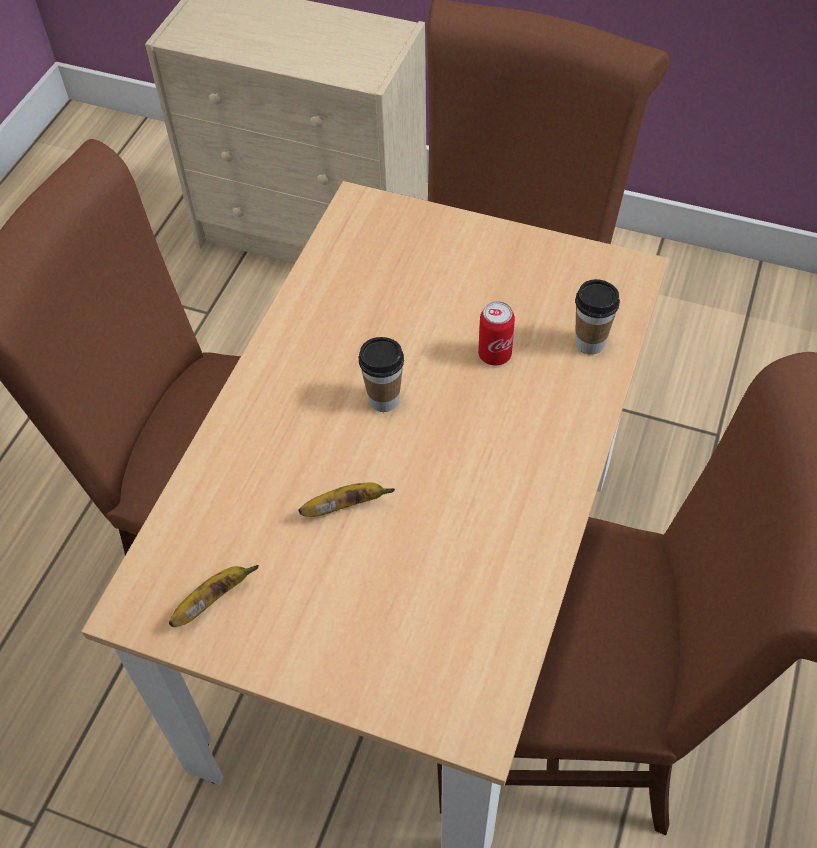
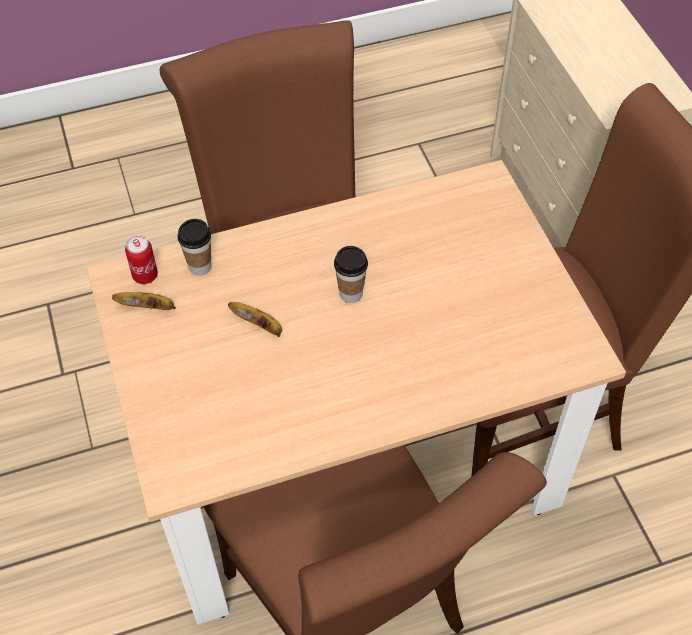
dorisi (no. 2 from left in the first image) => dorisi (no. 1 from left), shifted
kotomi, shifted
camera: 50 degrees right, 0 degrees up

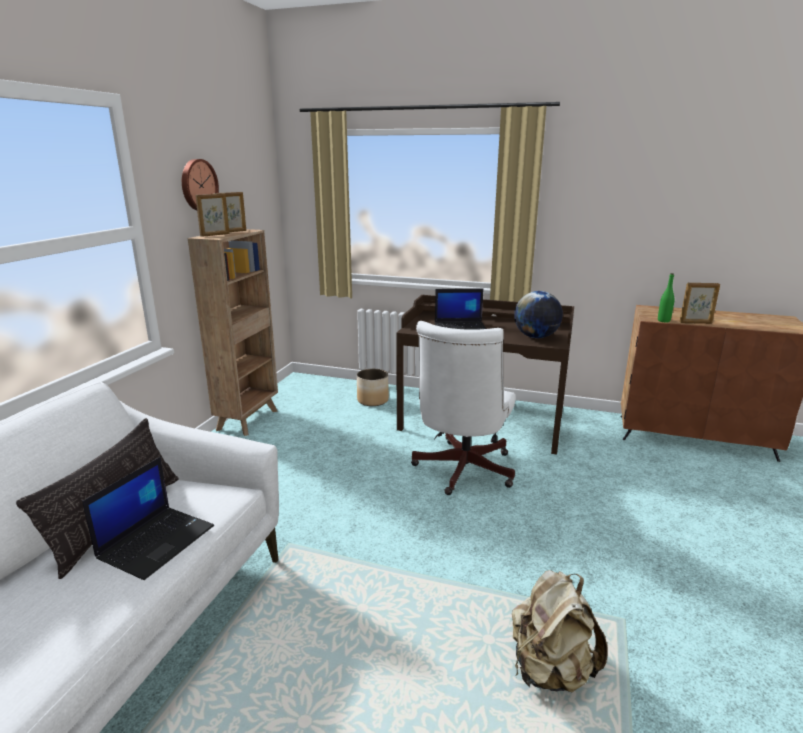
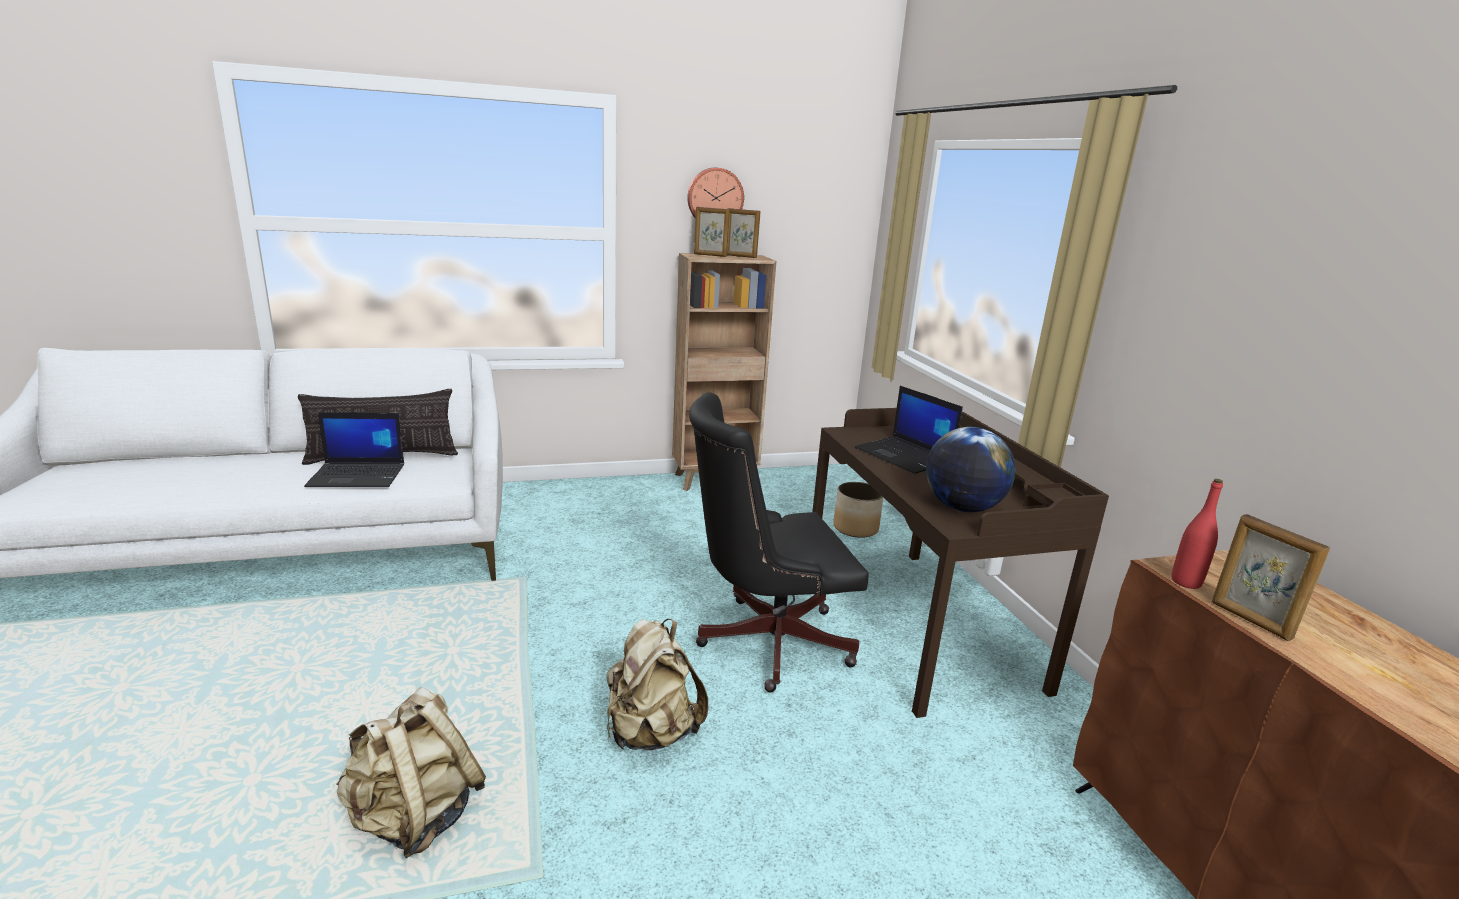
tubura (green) => tubura (red)
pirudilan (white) => pirudilan (black)
nothing => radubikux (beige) (no. 2 from left)
camera: 55 degrees right, 0 degrees up

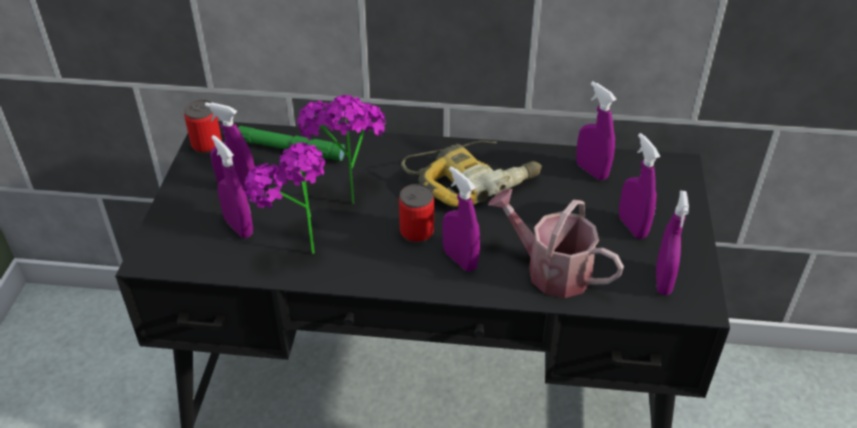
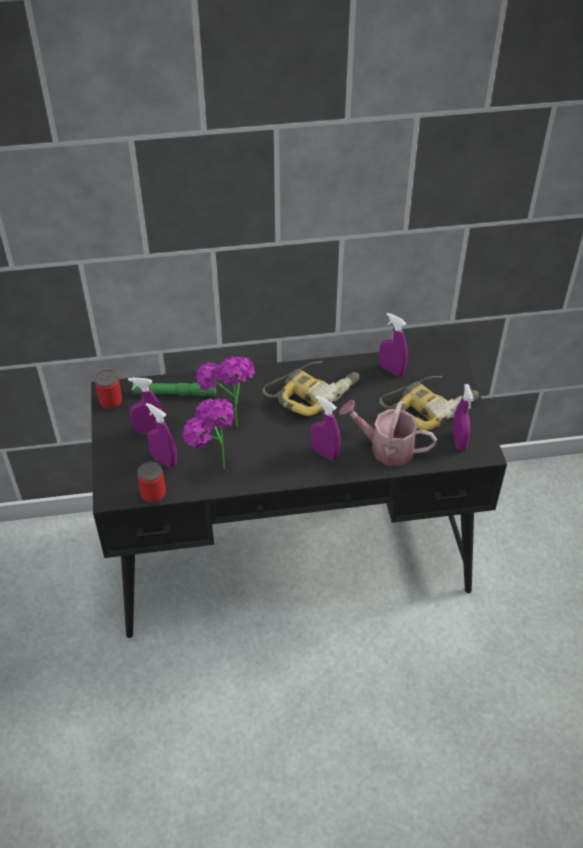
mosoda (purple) (no. 5 from left) => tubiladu (no. 2 from left)
kotomi (no. 2 from left), shifted
camera: 15 degrees left, 5 degrees up

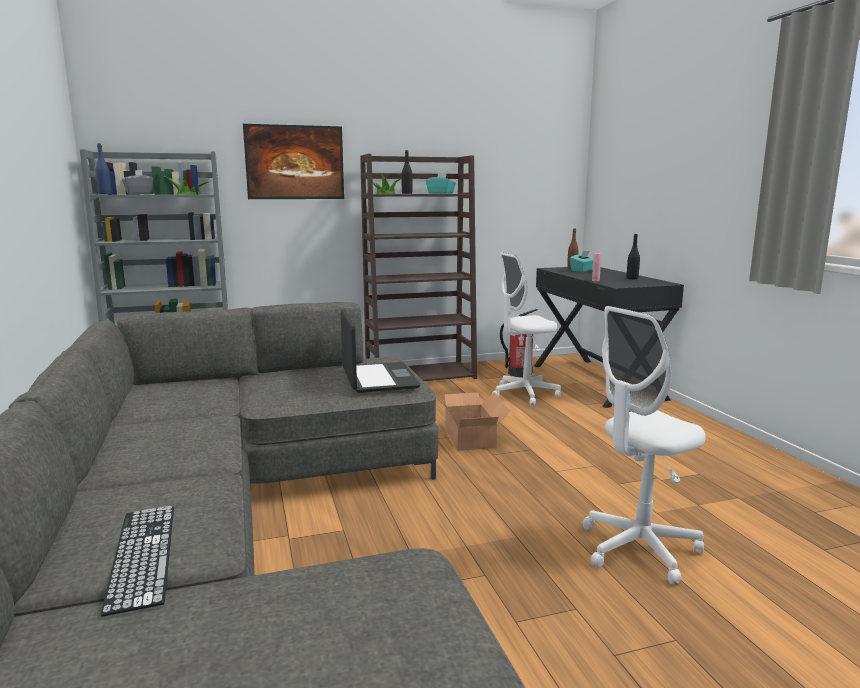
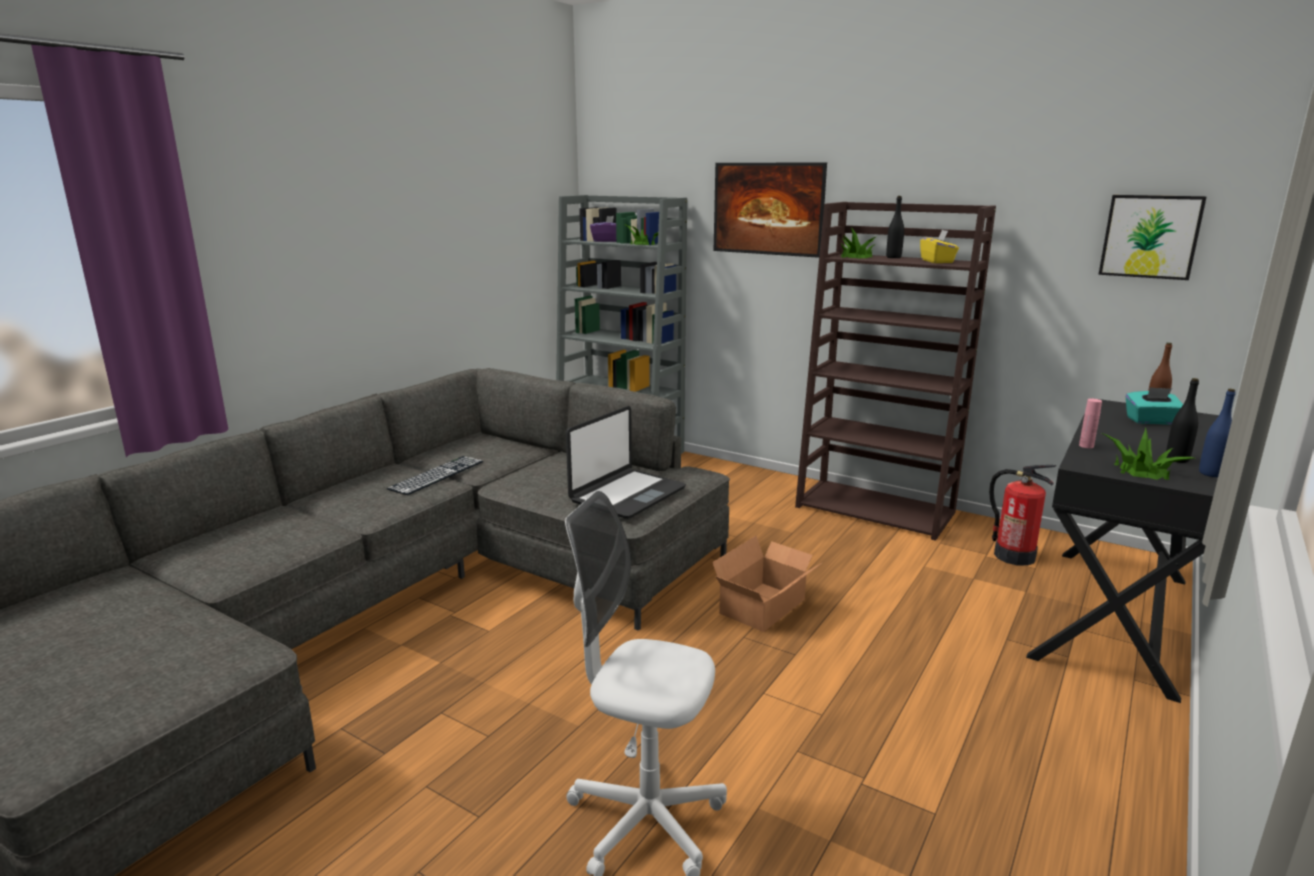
tubura (blue), shifted
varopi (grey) => varopi (purple)
varopi (turquoise) (no. 1 from left) => varopi (yellow)
pirudilan (white) (no. 1 from left) => nothing
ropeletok, shifted
nothing => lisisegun (no. 2 from left)
nothing => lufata (no. 3 from left)
camera: 50 degrees right, 5 degrees up

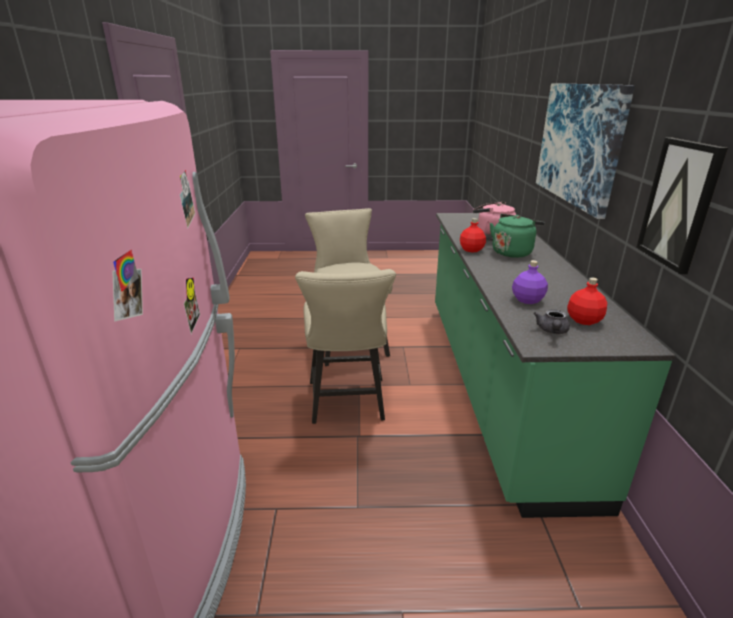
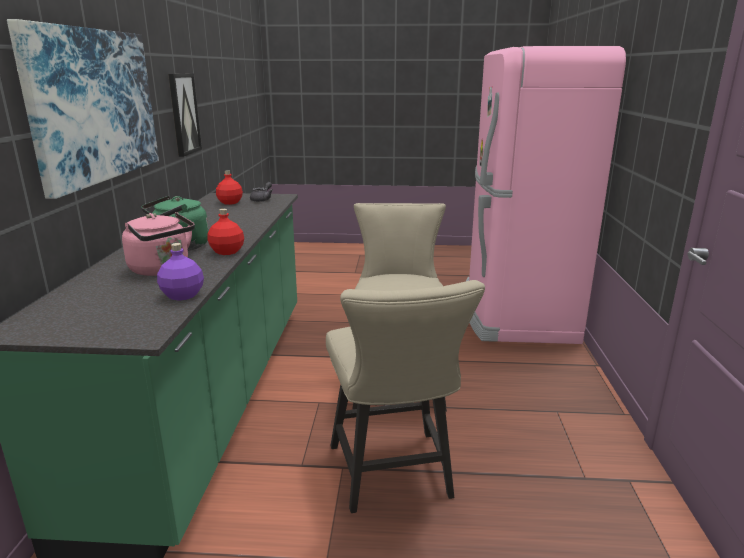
tubura (purple), shifted
camera: 175 degrees left, 5 degrees down

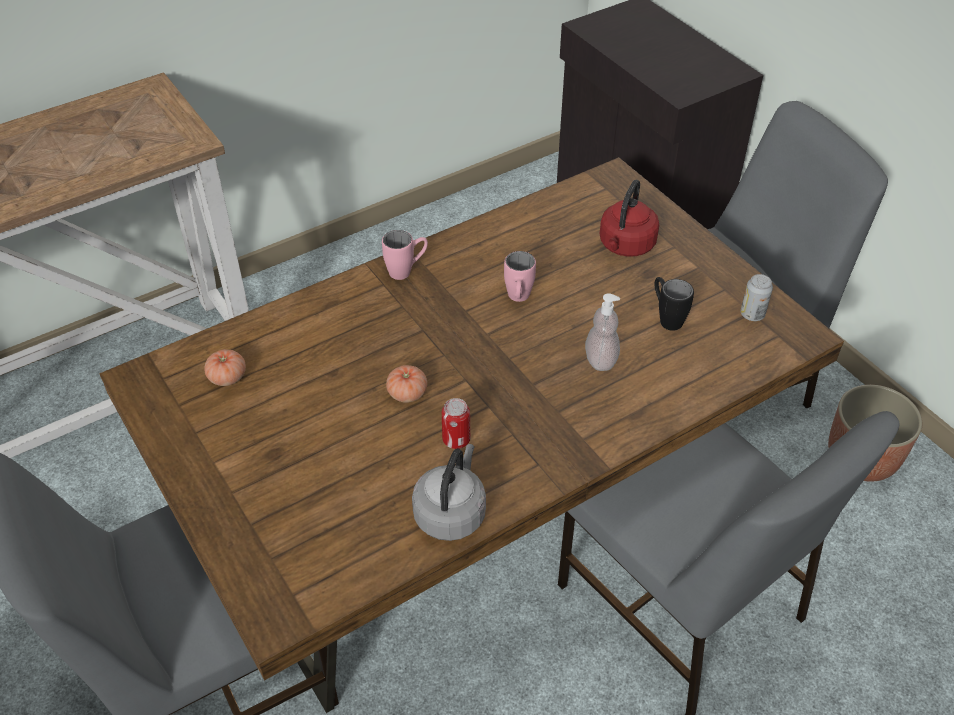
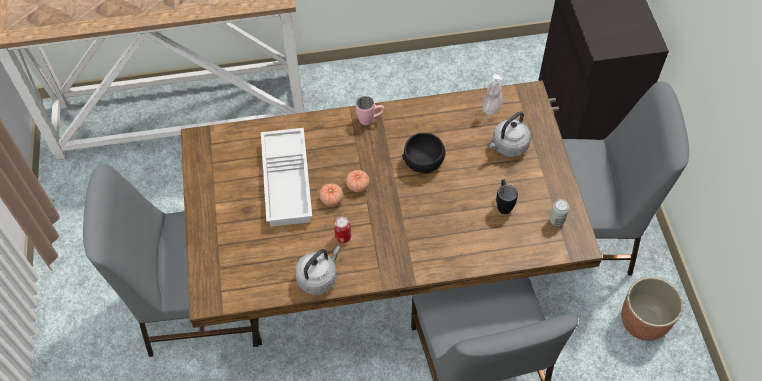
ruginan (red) => ruginan (grey) (no. 2 from left)
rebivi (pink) (no. 2 from left) => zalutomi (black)
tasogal, shifted
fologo (no. 1 from left in the first image) => fologo (no. 2 from left), shifted
nothing => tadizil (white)
camera: 25 degrees right, 10 degrees up

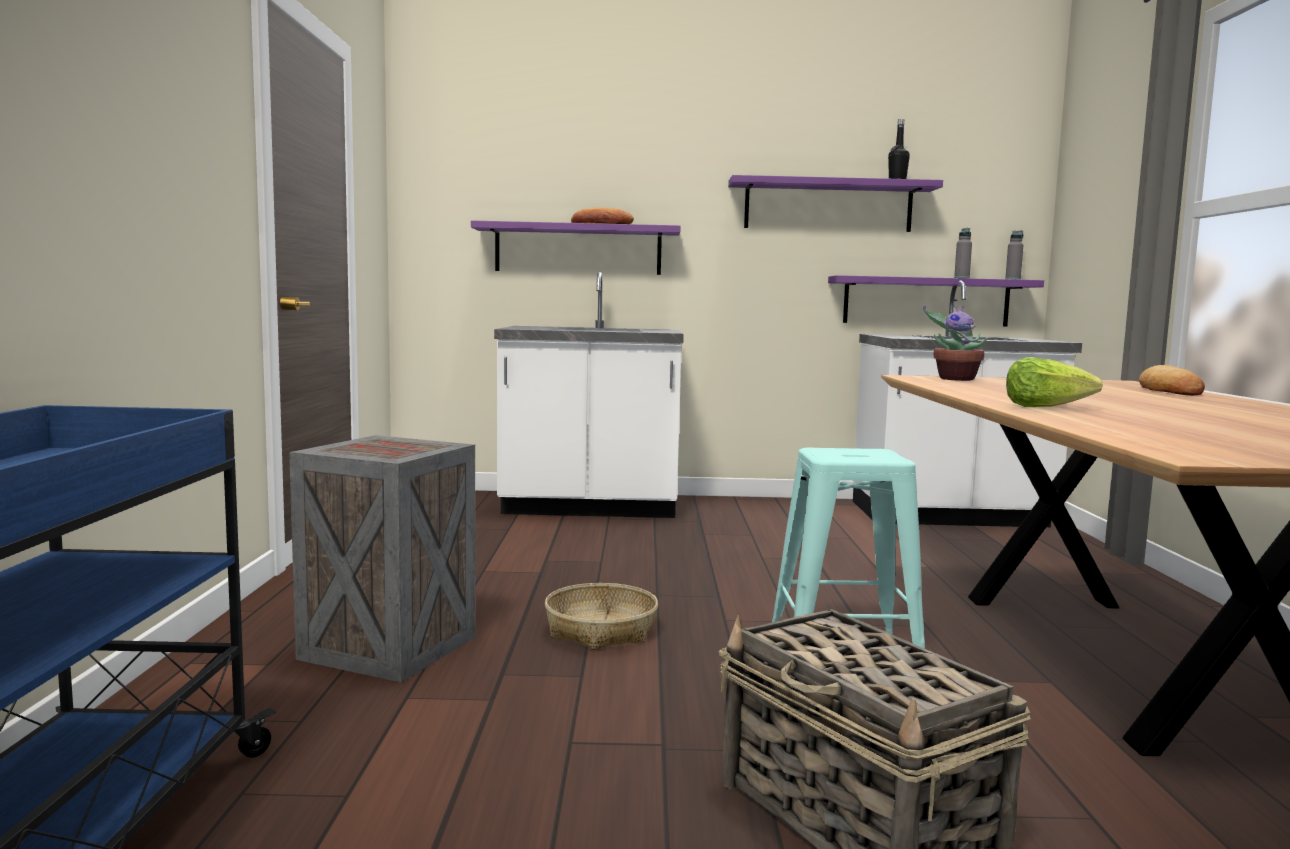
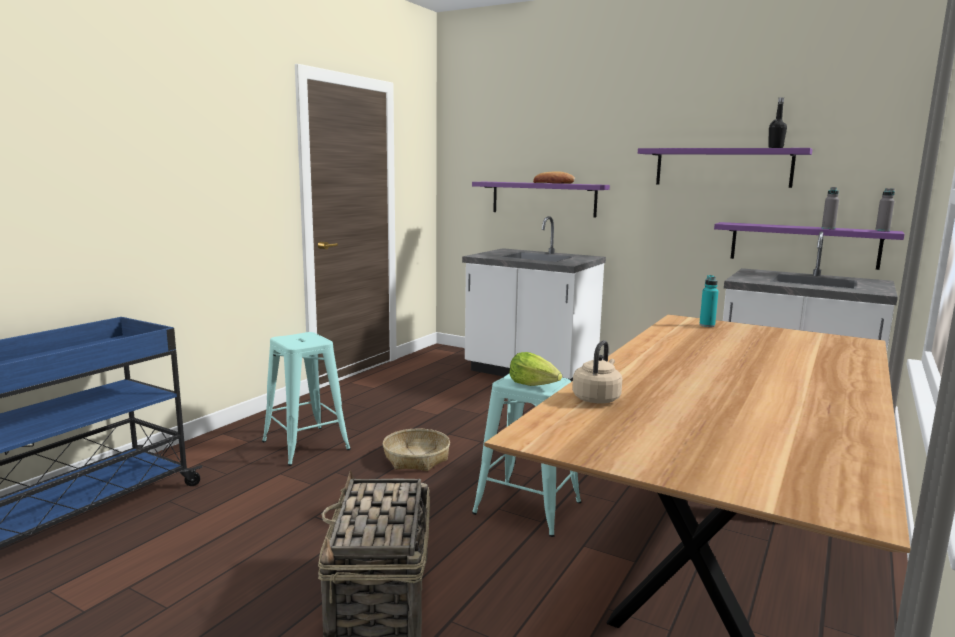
lufata => tubura (turquoise)
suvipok, shifted
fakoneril (no. 2 from left) => nothing
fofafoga => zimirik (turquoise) (no. 1 from left)
nothing => ruginan (beige)
camera: 30 degrees right, 5 degrees up

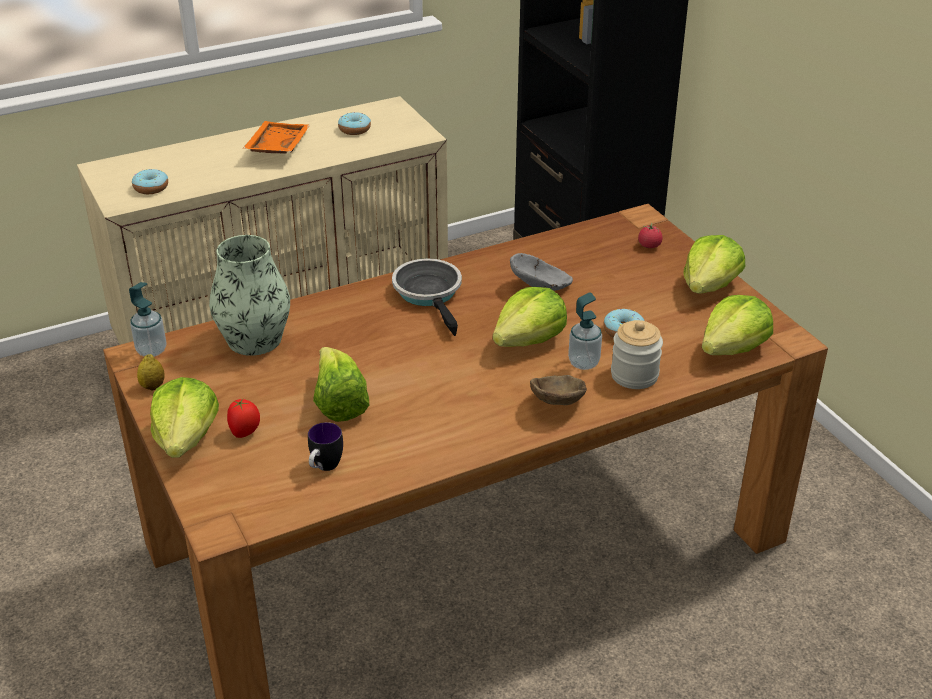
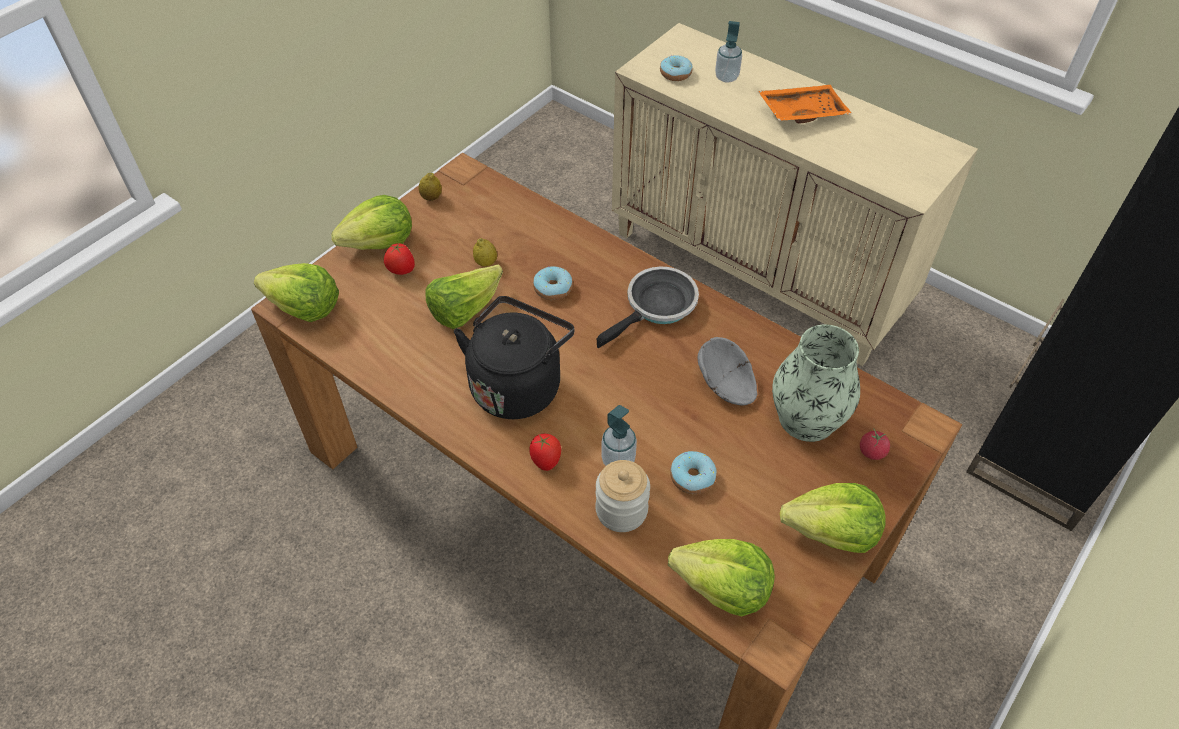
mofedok (no. 2 from left in the first image) => mofedok (no. 1 from left), shifted
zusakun, shifted
tasogal (no. 1 from left in the first image) => tasogal (no. 2 from left), shifted
suvipok (no. 3 from left in the first image) => suvipok (no. 1 from left), shifted
zalutomi (brown) => fologo (no. 2 from left)
rebivi => nothing
nothing => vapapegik (no. 2 from left)
nothing => ruginan (black)
camera: 65 degrees right, 15 degrees up

